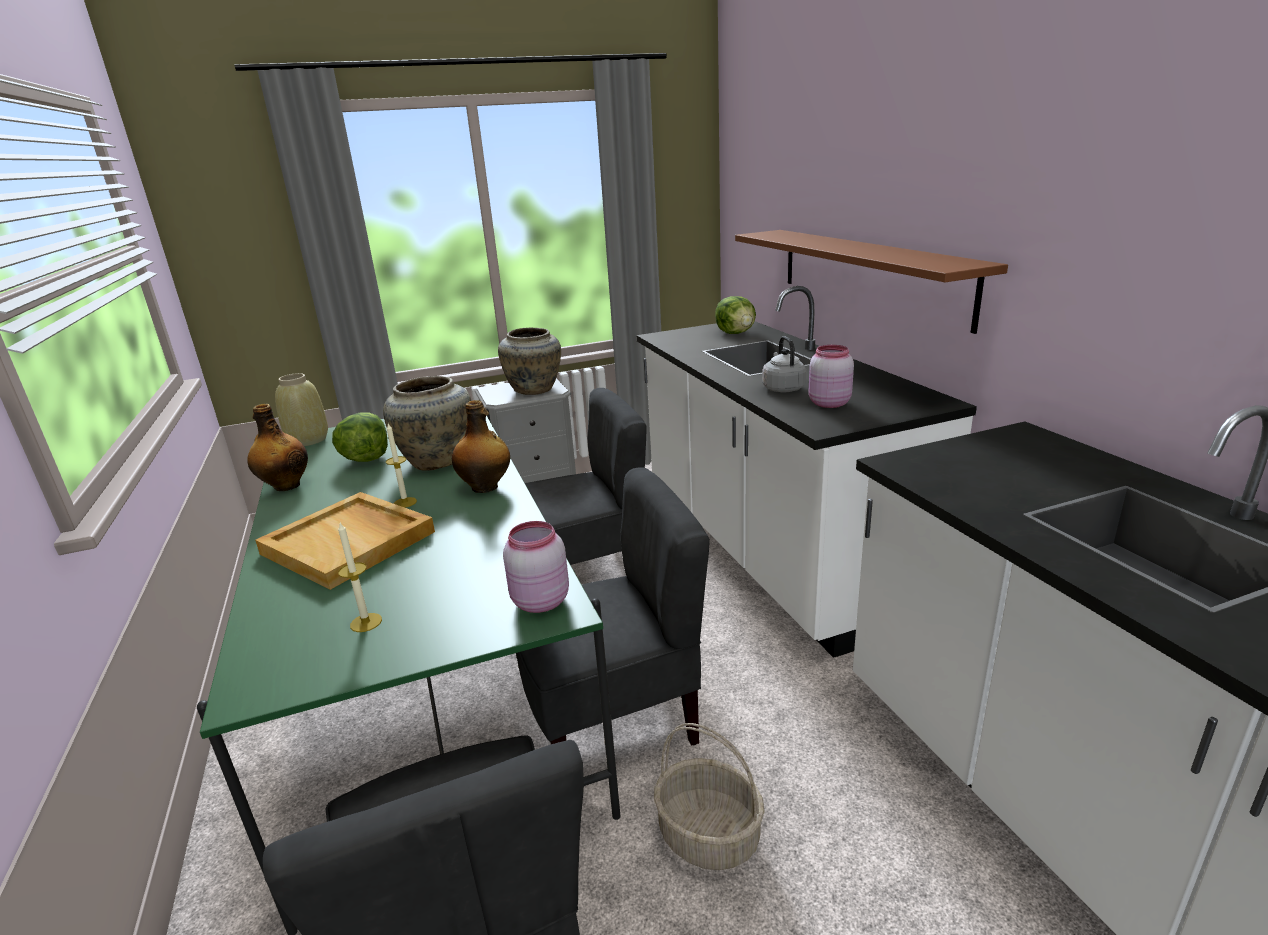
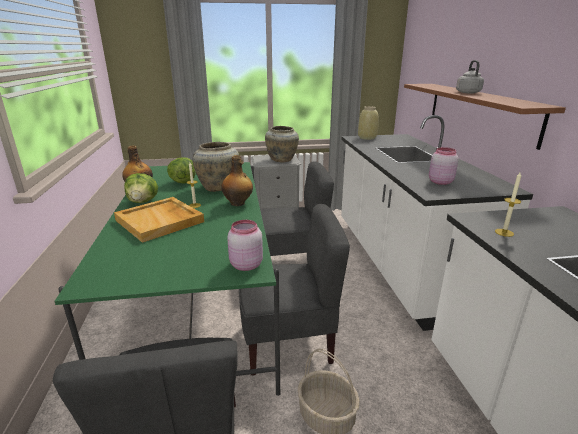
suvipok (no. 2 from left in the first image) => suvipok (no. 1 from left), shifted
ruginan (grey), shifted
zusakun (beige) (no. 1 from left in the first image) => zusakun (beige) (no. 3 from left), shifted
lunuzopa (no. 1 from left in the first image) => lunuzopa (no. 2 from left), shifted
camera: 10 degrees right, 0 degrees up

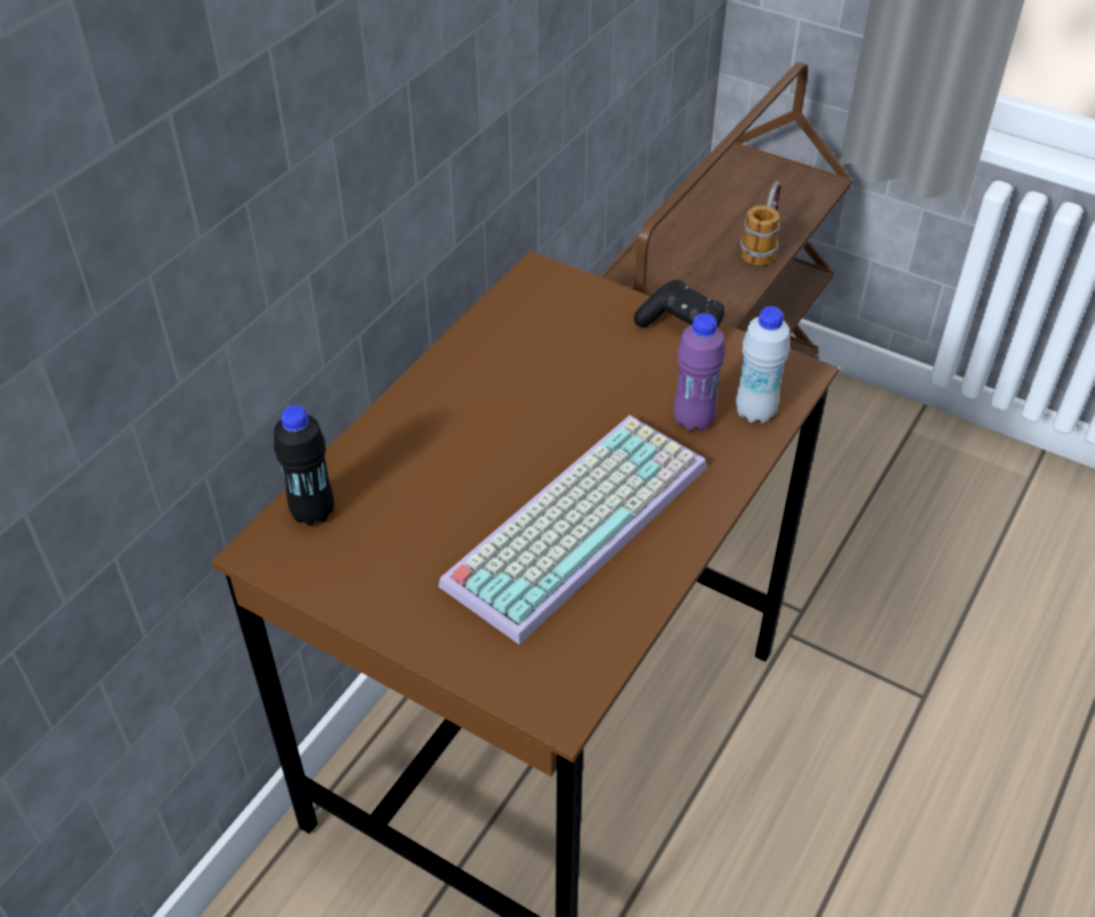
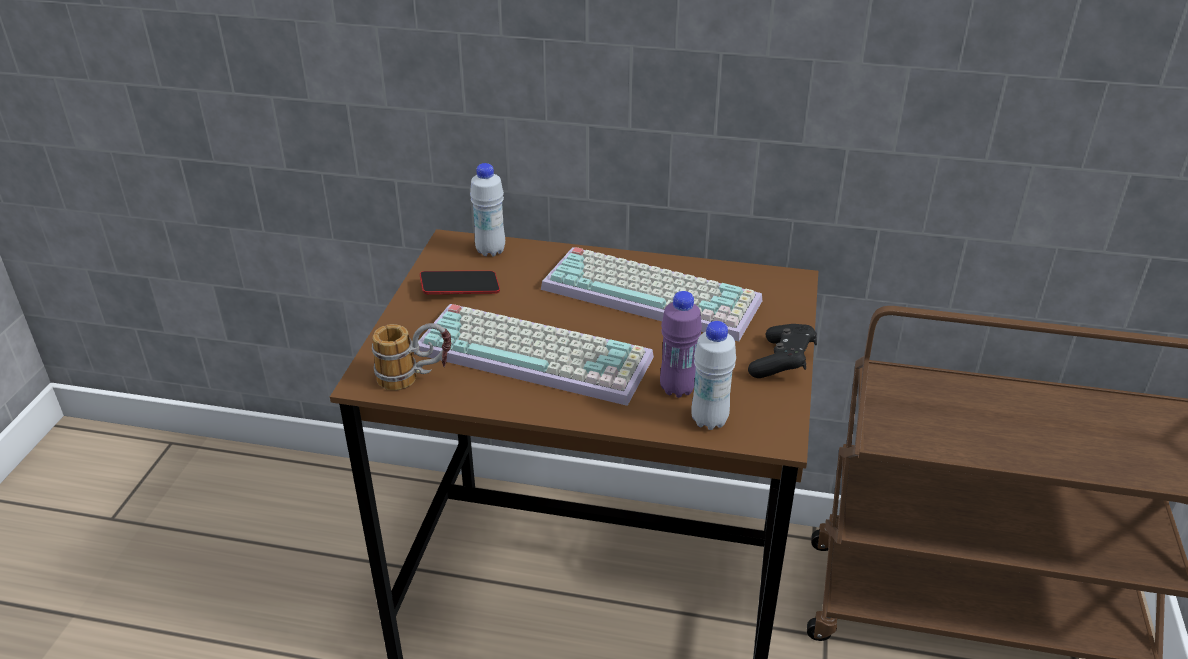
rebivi, shifted
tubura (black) => tubura (white) (no. 1 from left)
nothing => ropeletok (no. 2 from left)
nothing => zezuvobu
camera: 70 degrees right, 10 degrees down

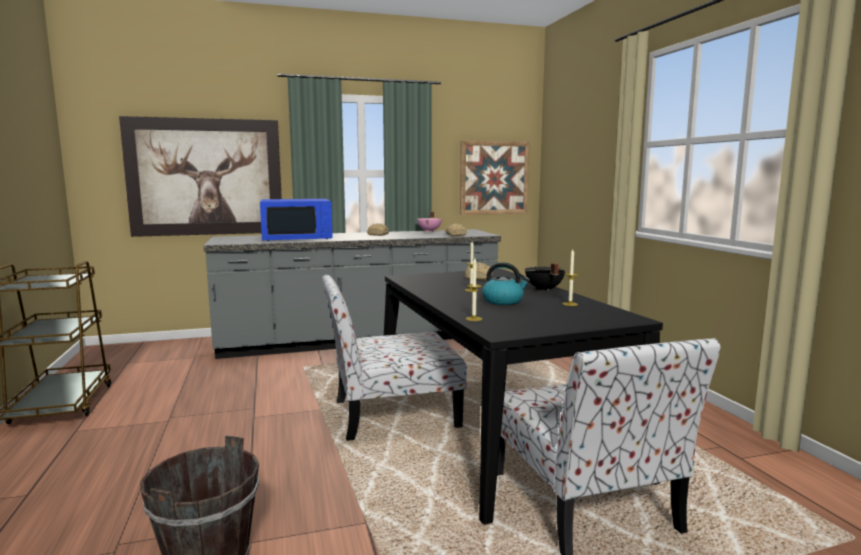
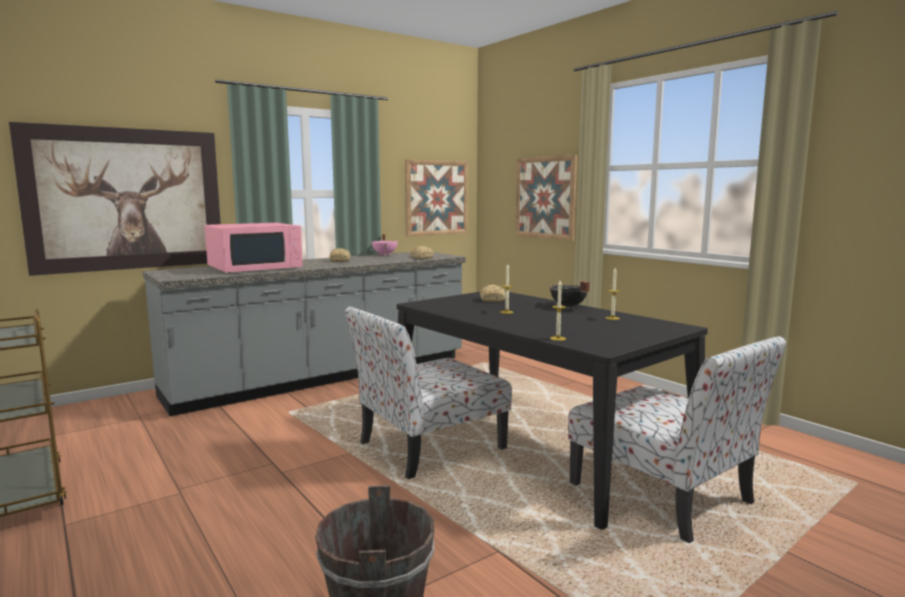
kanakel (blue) => kanakel (pink)
ruginan => nothing
nothing => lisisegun (no. 3 from left)
camera: 20 degrees left, 0 degrees up

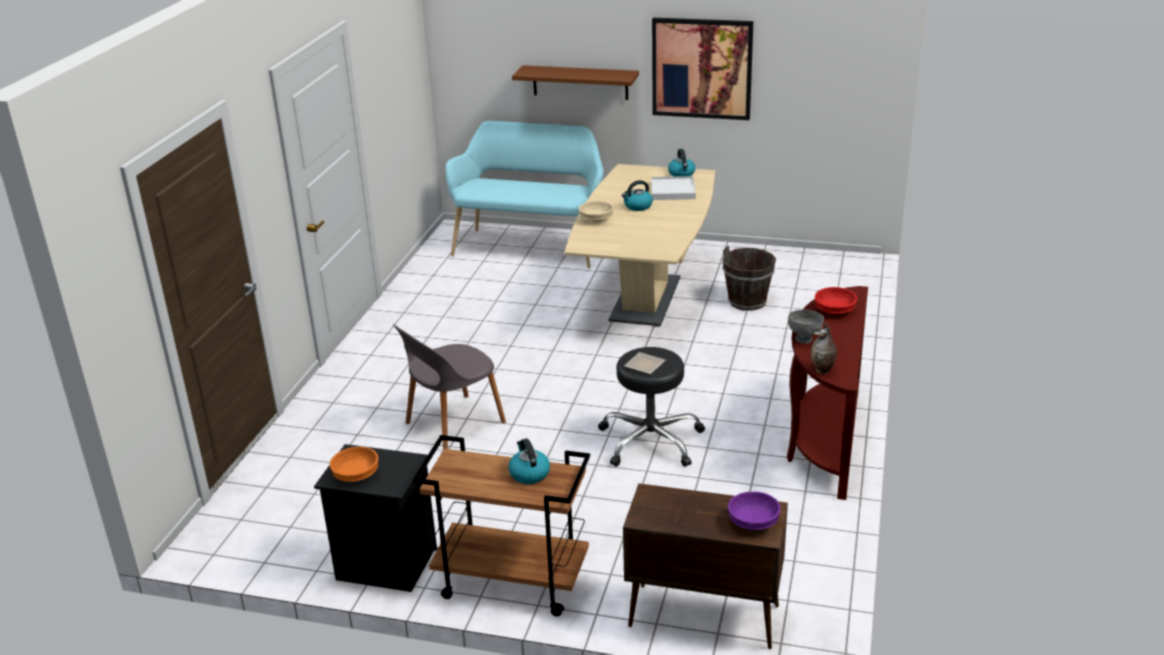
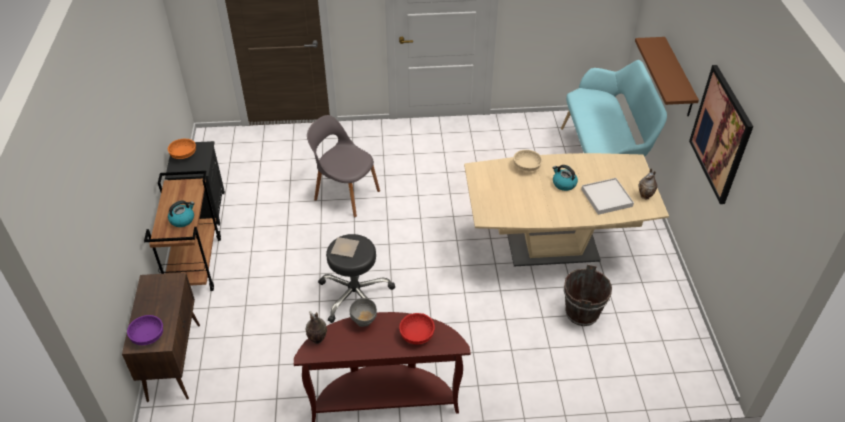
ruginan (no. 3 from left) => zusakun (no. 2 from left)
camera: 70 degrees right, 15 degrees up

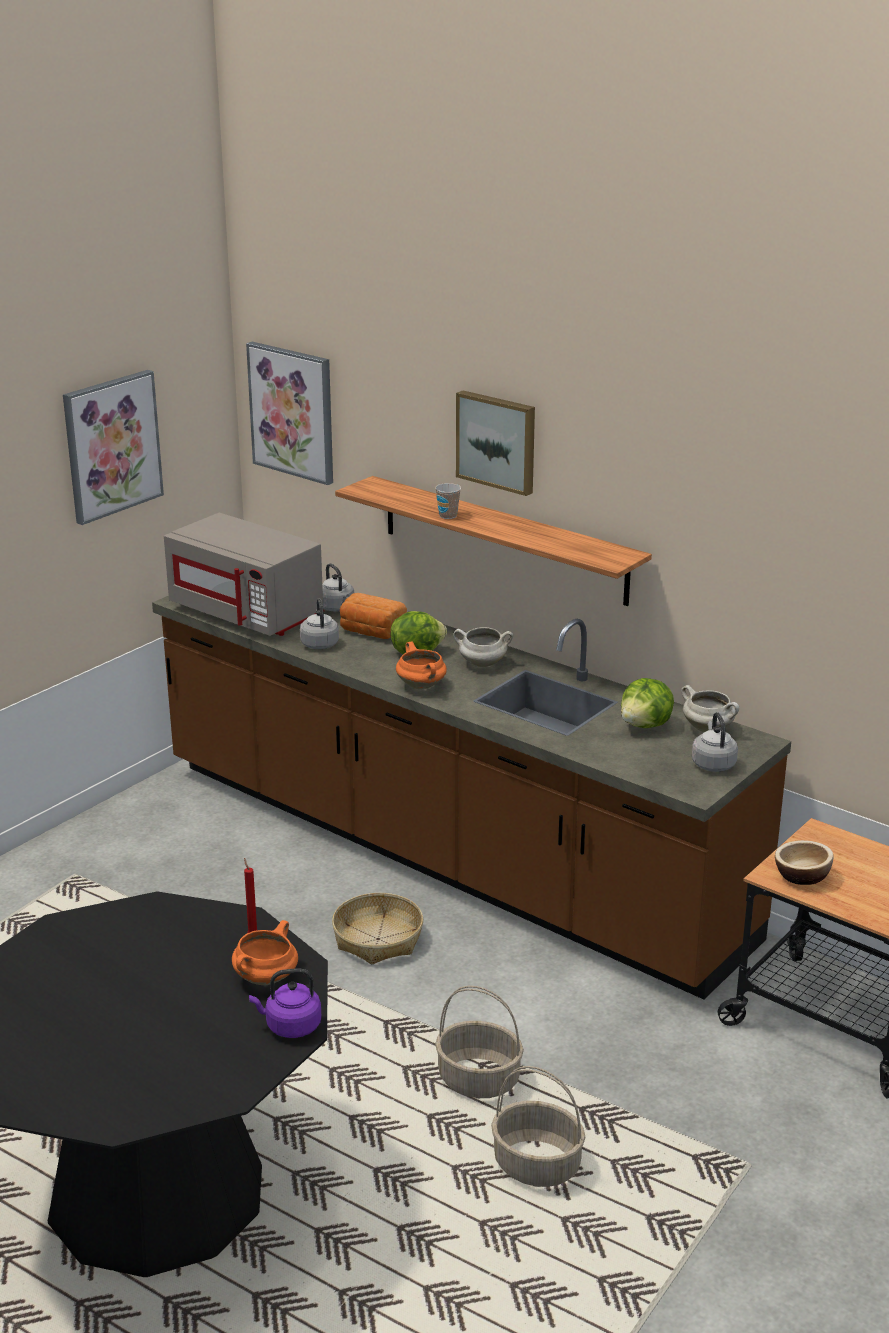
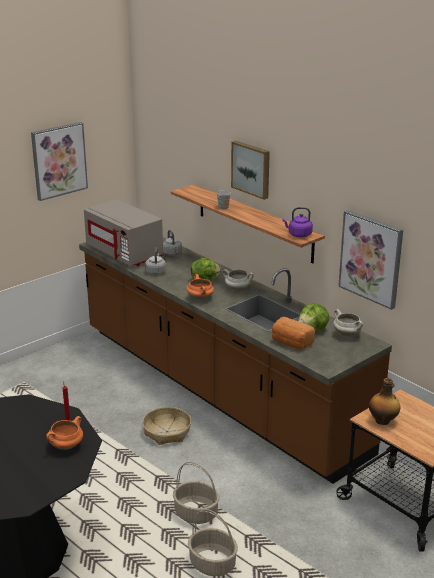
lisisegun (no. 2 from left in the first image) => lisisegun (no. 3 from left), shifted
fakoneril, shifted
ruginan (grey) (no. 3 from left) => nothing
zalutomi => tubura
ruginan (purple), shifted
camera: 10 degrees right, 0 degrees up

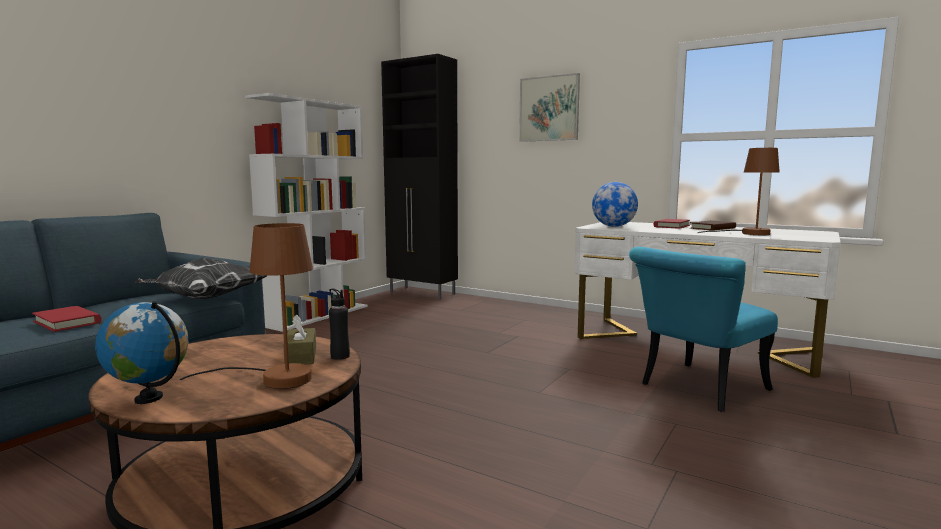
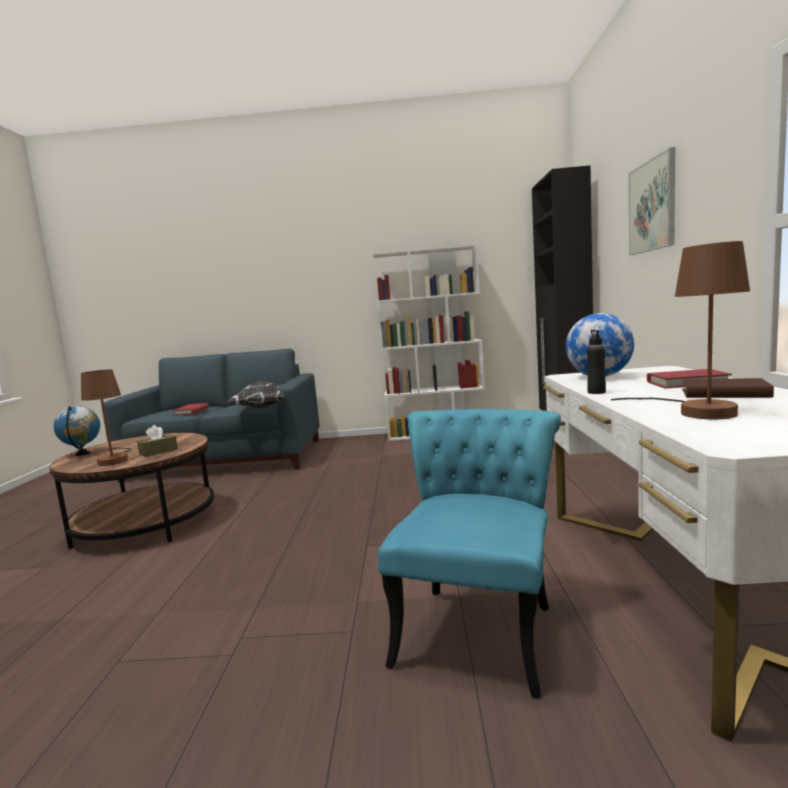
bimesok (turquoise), 90 degrees clockwise
tubura (black), shifted
camera: 60 degrees right, 0 degrees up

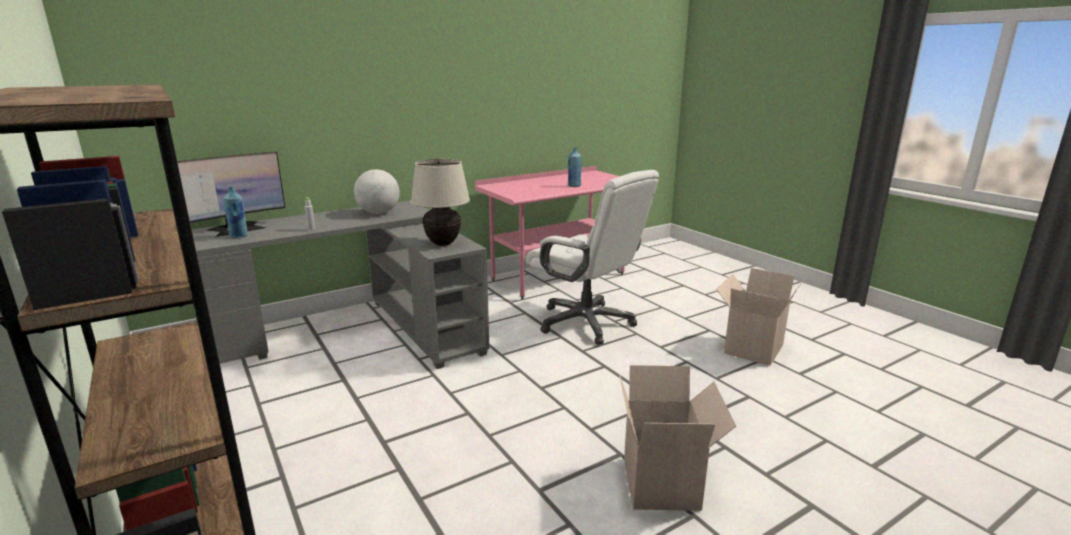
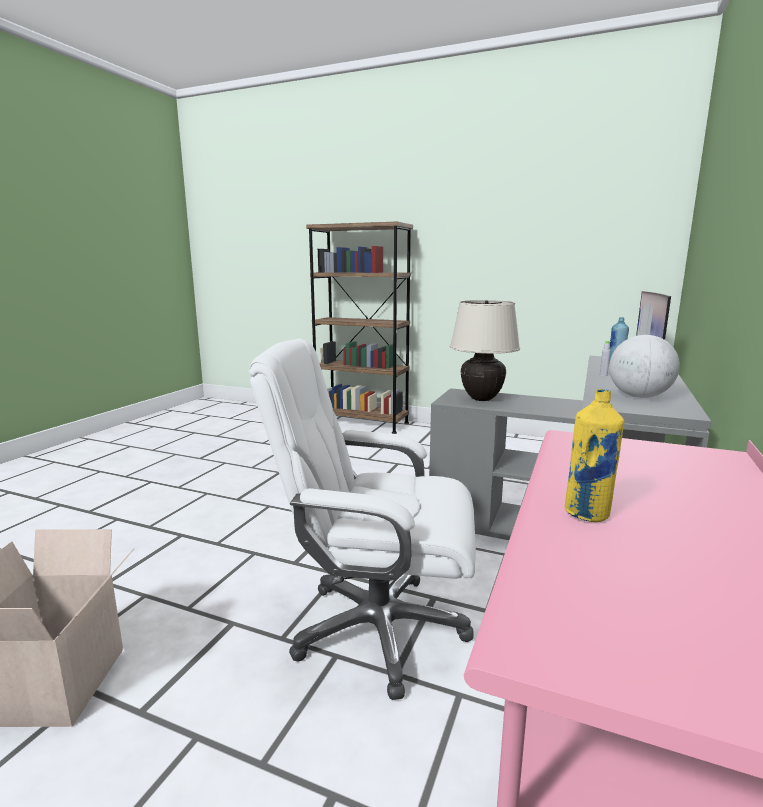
tubura (blue) (no. 2 from left) => tubura (yellow)
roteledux (no. 1 from left) => nothing
camera: 145 degrees right, 5 degrees down

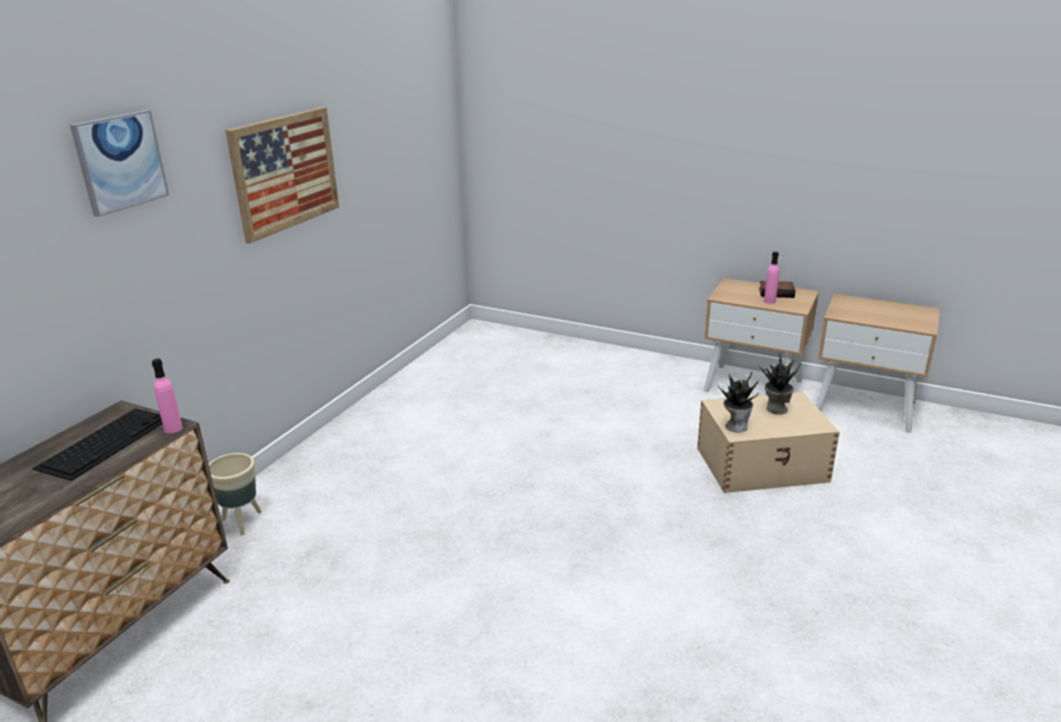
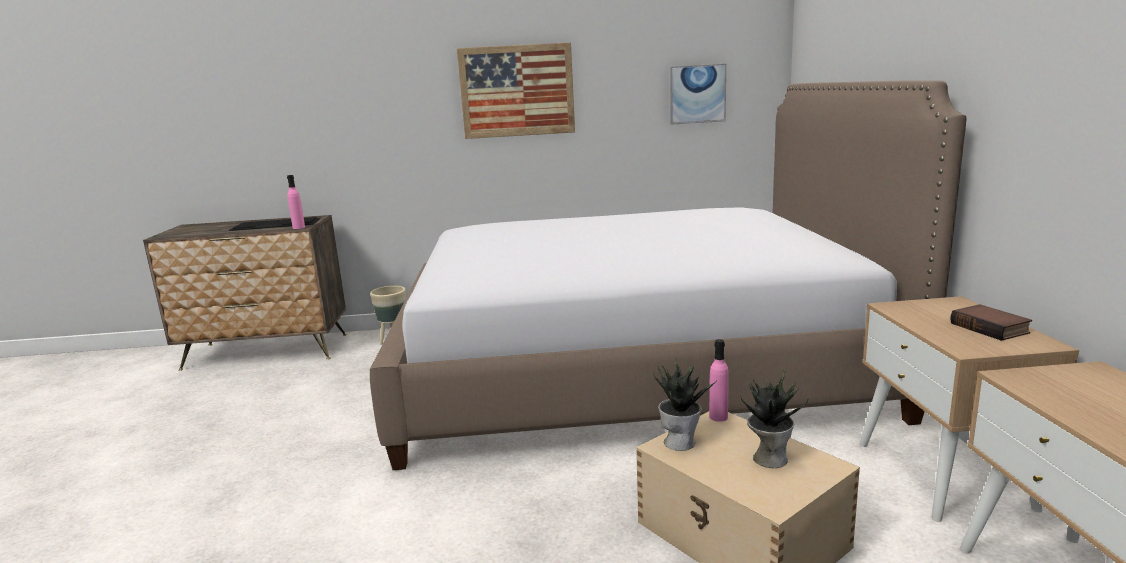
lisisegun (no. 1 from left in the first image) => lisisegun (no. 2 from left), shifted
tubura (pink) (no. 2 from left), shifted
nothing => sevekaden
camera: 60 degrees right, 10 degrees down

